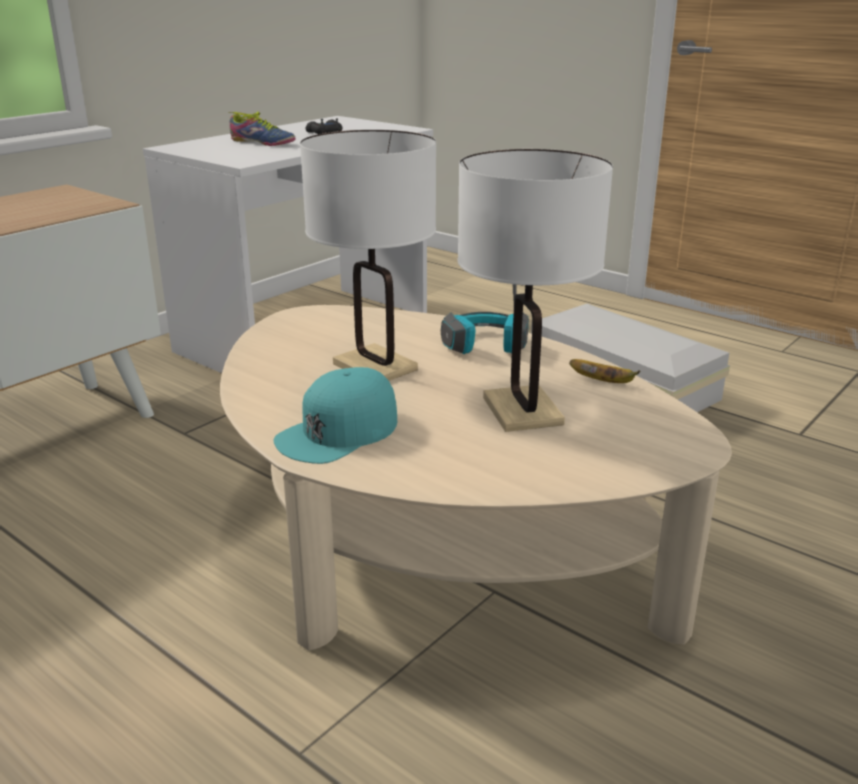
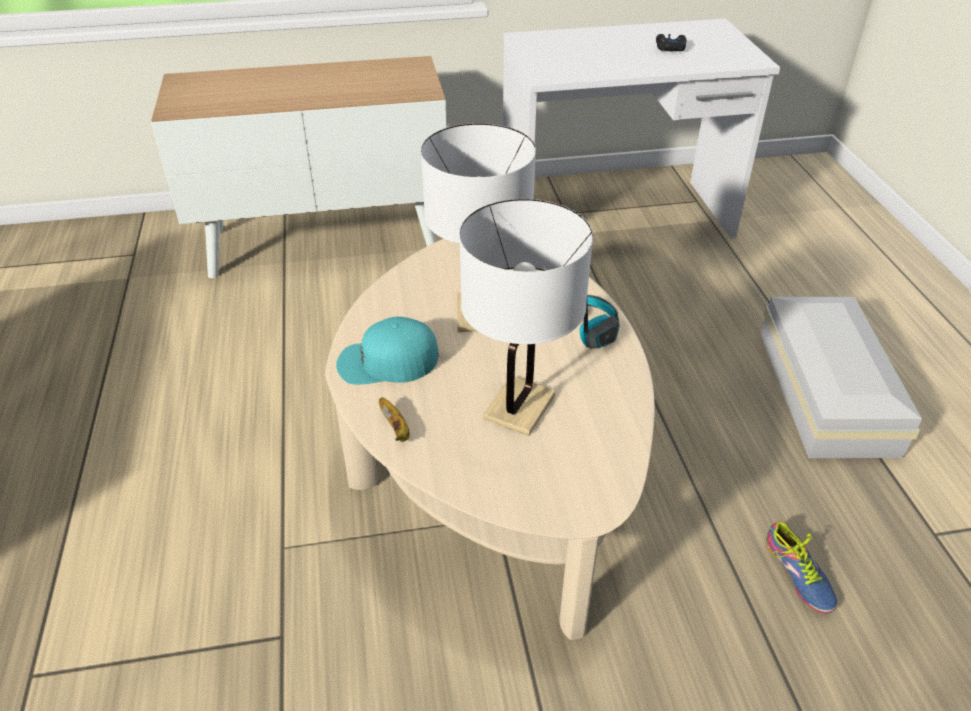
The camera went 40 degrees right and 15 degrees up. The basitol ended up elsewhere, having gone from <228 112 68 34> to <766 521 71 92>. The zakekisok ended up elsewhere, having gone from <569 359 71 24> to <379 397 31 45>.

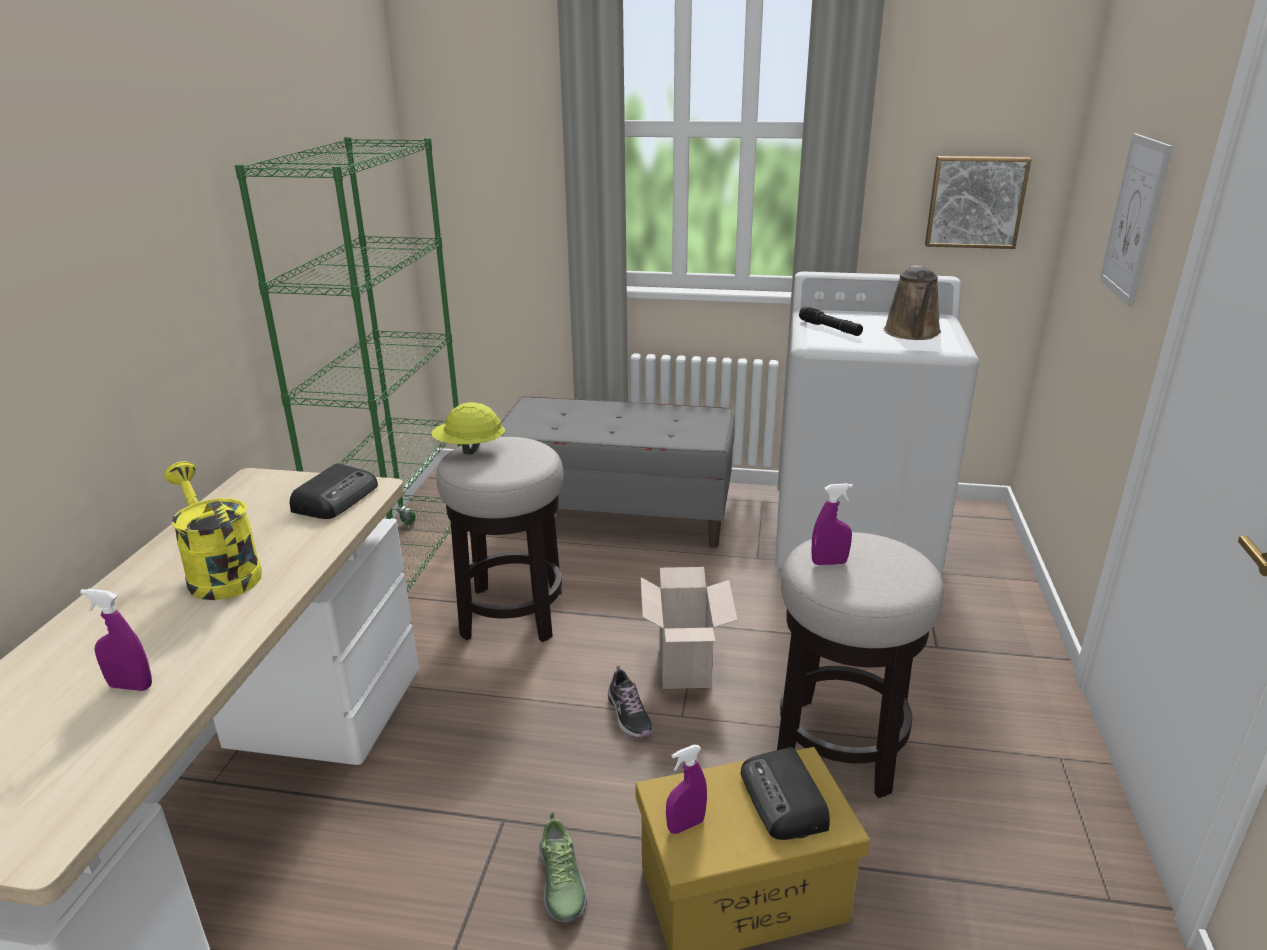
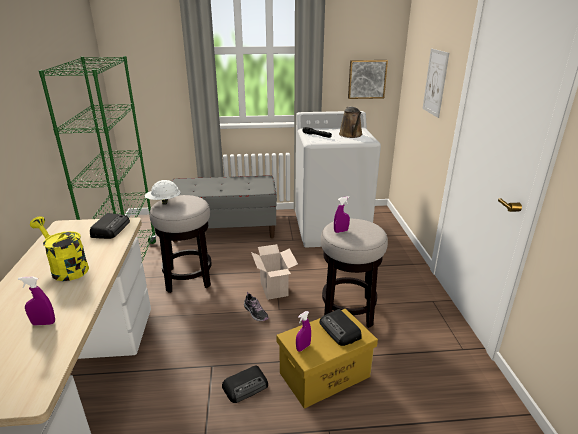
The camera went 15 degrees left and 0 degrees up. What was the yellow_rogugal at <431 402 74 53> turned into the white_rogugal at <145 180 36 25>. Where the basitol stood at <539 813 48 109>, the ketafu came to stand at <222 366 46 37>.

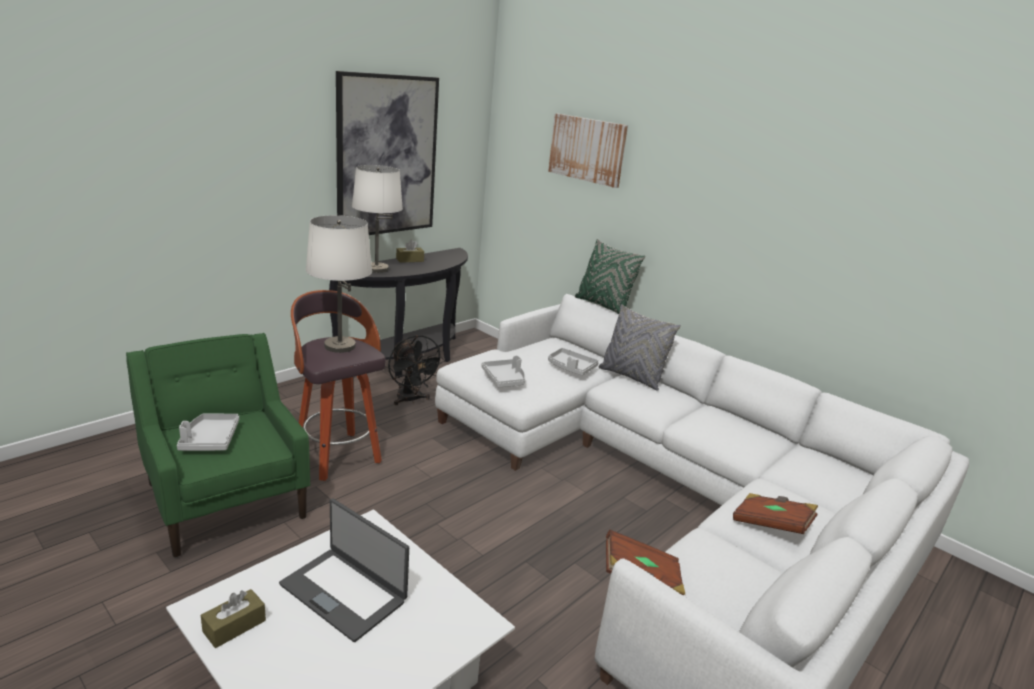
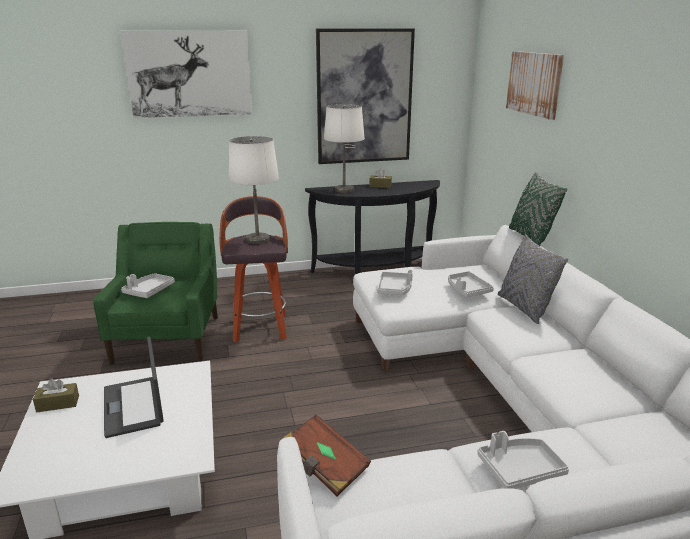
The camera went 35 degrees right and 0 degrees up. The second view lost the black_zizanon at <388 335 57 70>. Where the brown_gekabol stood at <733 493 85 41>, the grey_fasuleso came to stand at <477 431 92 58>. The second view gained the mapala at <121 31 131 87>.

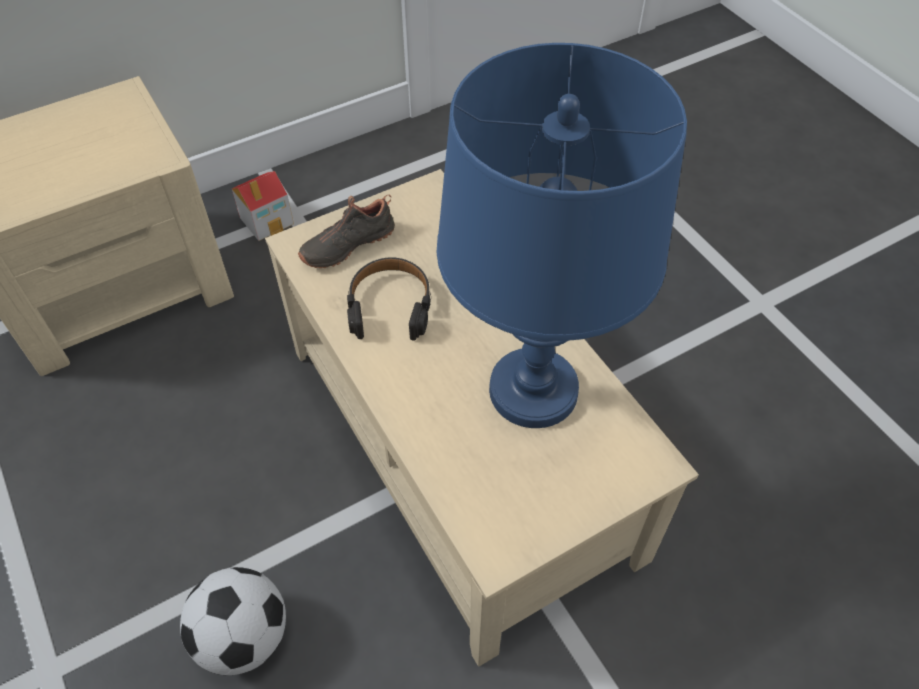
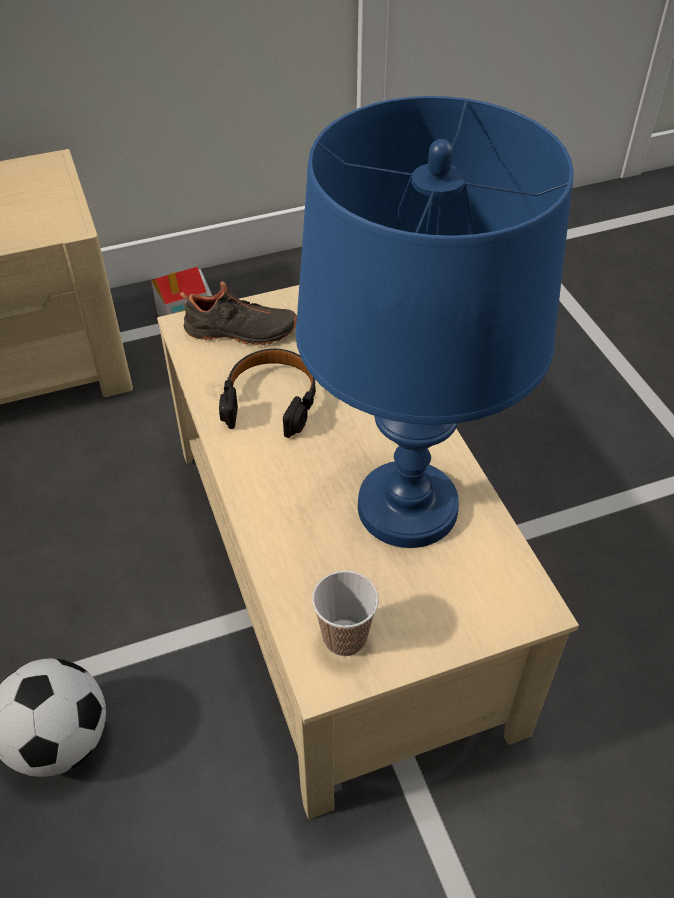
The camera went 10 degrees right and 5 degrees down. The black_basitol at <298 195 97 73> ended up facing another way, 150 degrees counterclockwise from before. The second view gained the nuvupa at <312 571 67 85>.

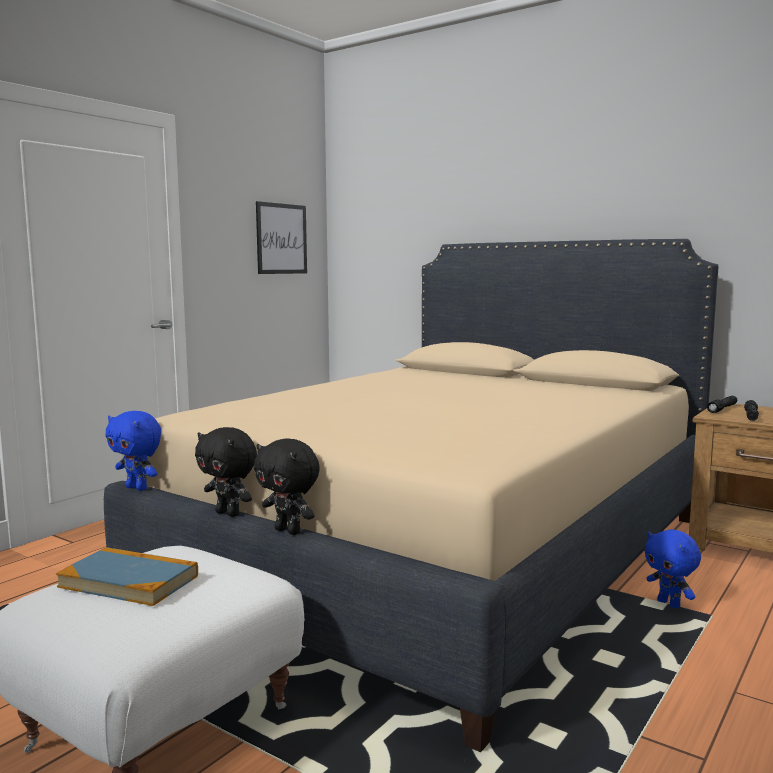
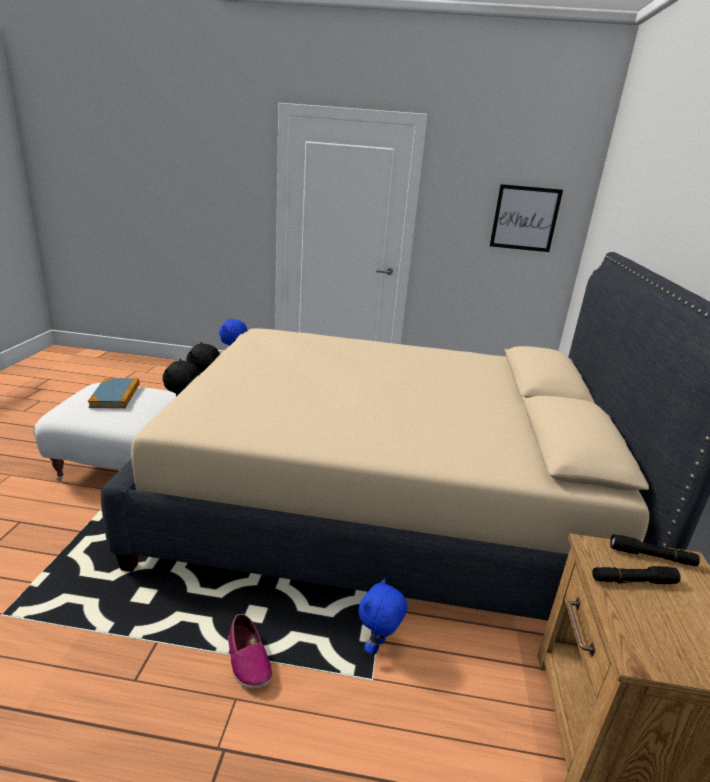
The camera went 60 degrees right and 15 degrees up. The second view gained the basitol at <228 614 44 75>.

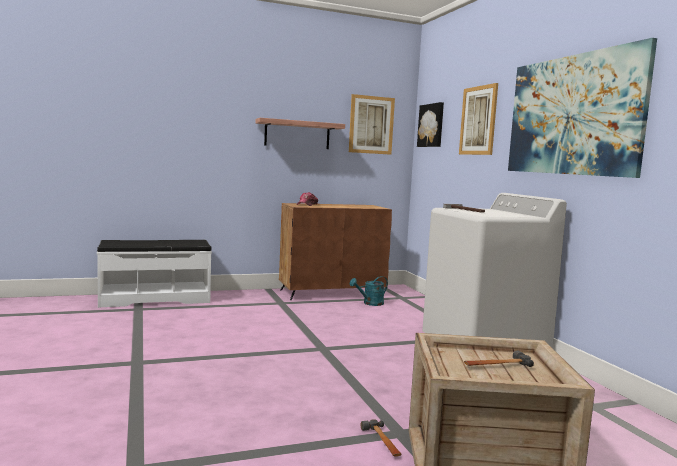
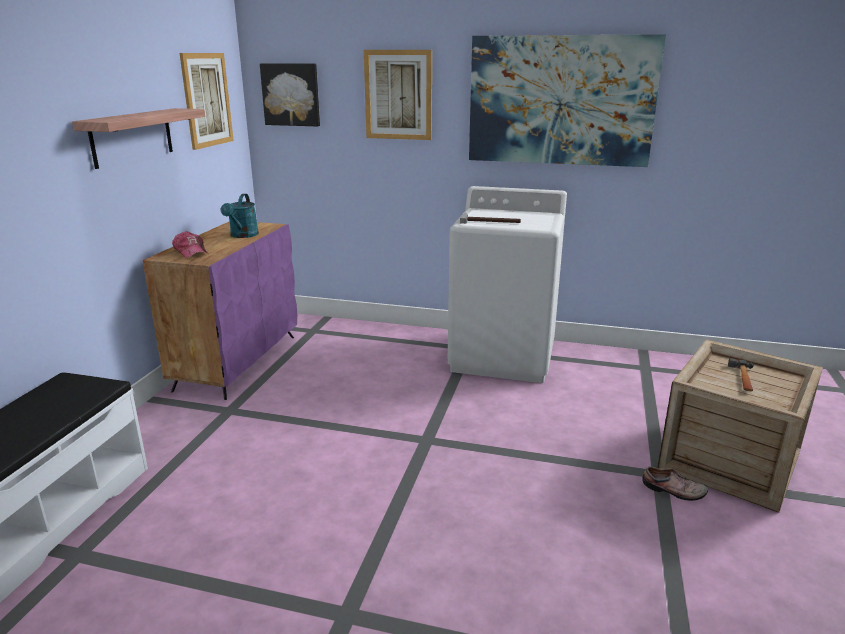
The camera went 55 degrees left and 15 degrees up. What was the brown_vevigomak at <279 203 113 97> turned into the purple_vevigomak at <143 221 154 179>. The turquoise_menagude ended up elsewhere, having gone from <350 276 38 30> to <220 194 39 44>. Where the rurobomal stood at <361 419 41 38>, the basitol came to stand at <642 466 66 35>.

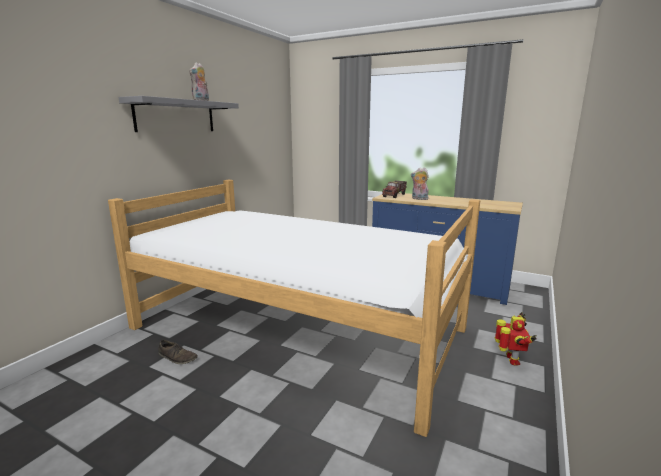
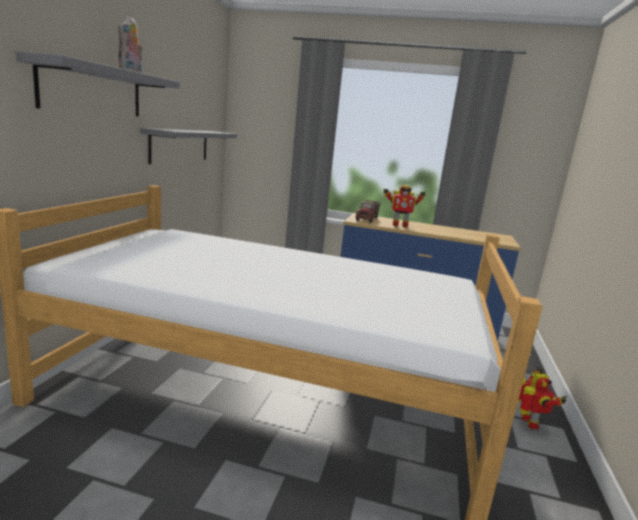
The camera went 15 degrees left and 0 degrees up. Where the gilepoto stood at <411 167 18 33>, the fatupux came to stand at <383 185 43 43>. The second view lost the brown_basitol at <158 340 40 24>. The second view gained the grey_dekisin at <140 128 97 36>.

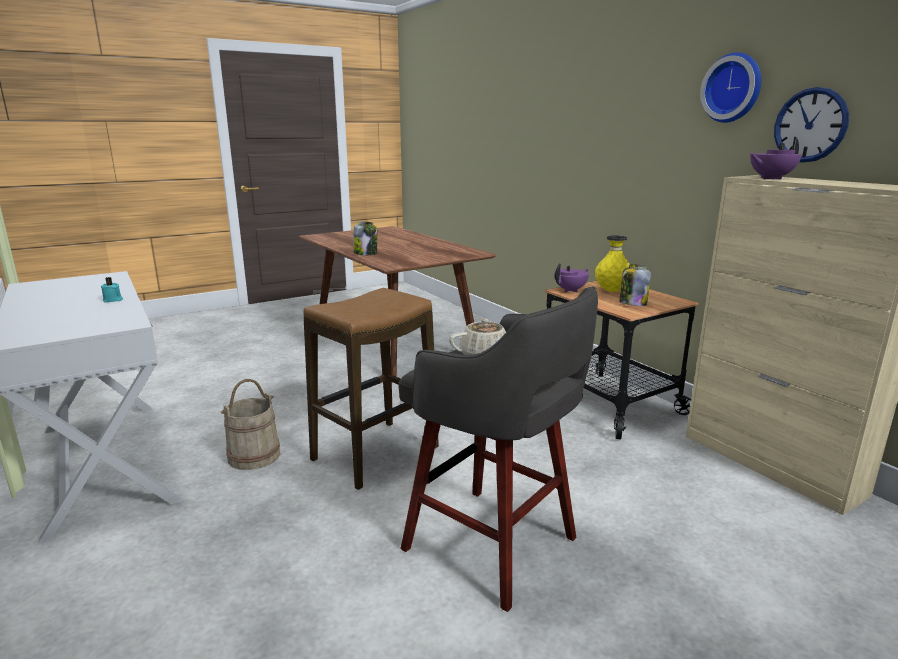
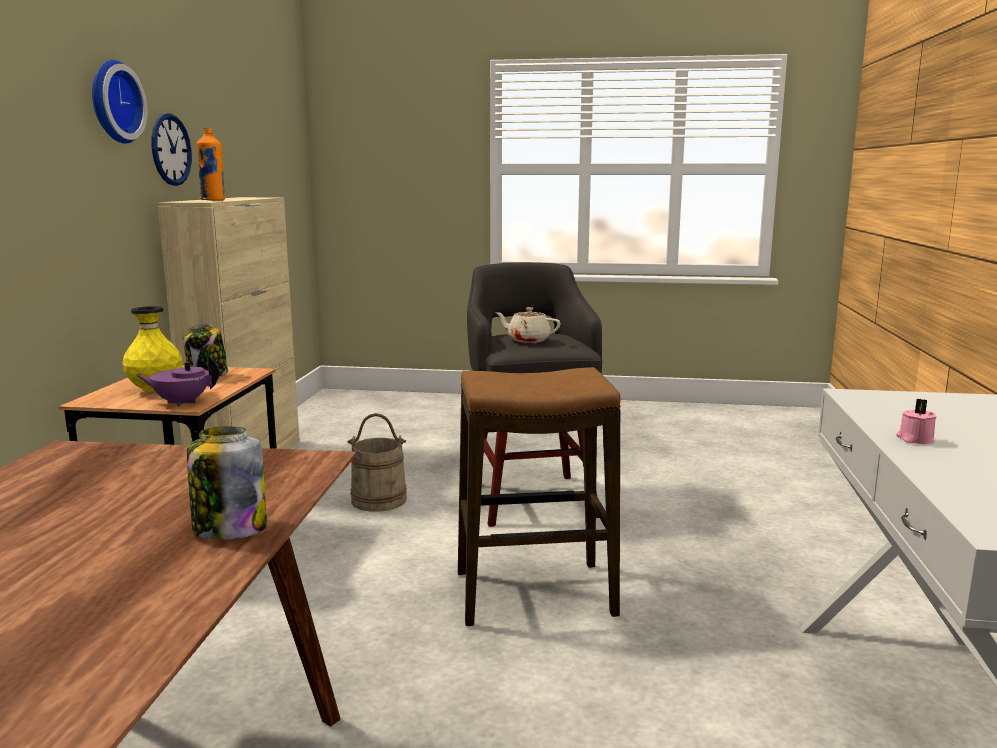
The camera went 140 degrees left and 5 degrees down. Where the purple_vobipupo stood at <750 137 52 43>, the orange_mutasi came to stand at <196 128 29 73>. What was the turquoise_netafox at <101 277 22 26> turned into the pink_netafox at <896 399 41 45>. The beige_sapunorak ended up elsewhere, having gone from <221 379 59 91> to <347 413 60 99>.

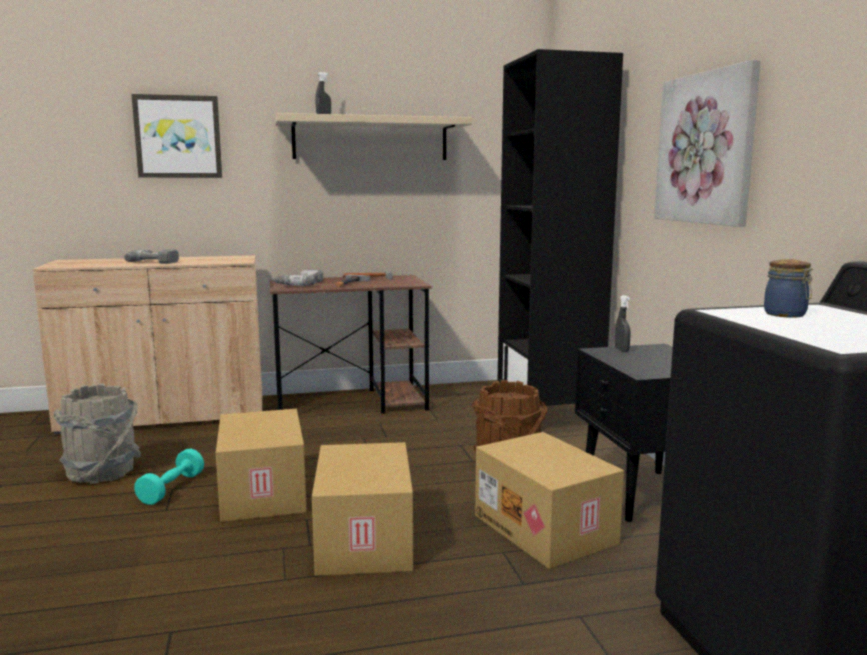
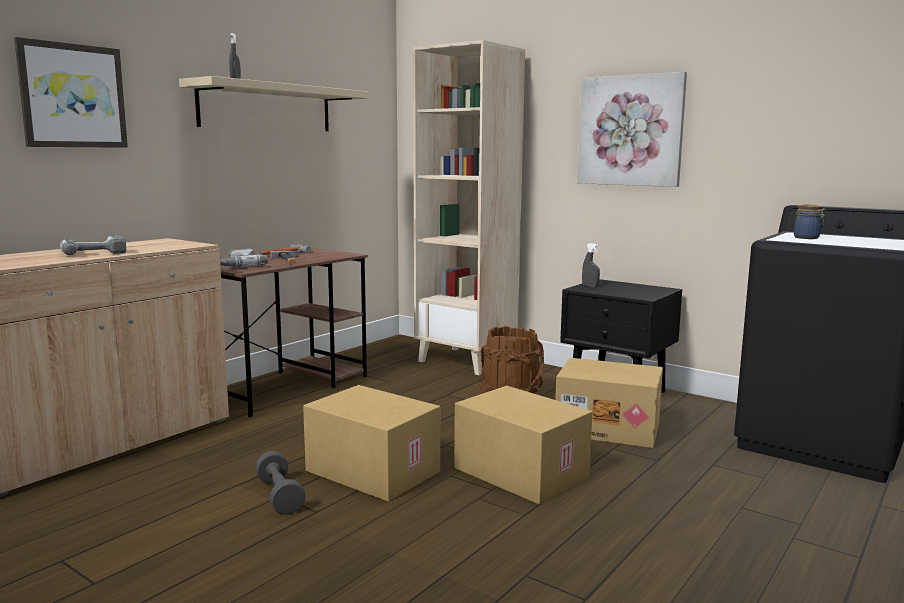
The camera went 40 degrees left and 0 degrees up. What was the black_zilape at <498 49 125 357> turned into the beige_zilape at <413 40 112 335>. The second view lost the grey_sapunorak at <53 383 88 101>. What was the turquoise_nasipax at <134 449 70 56> turned into the grey_nasipax at <255 451 51 64>.

